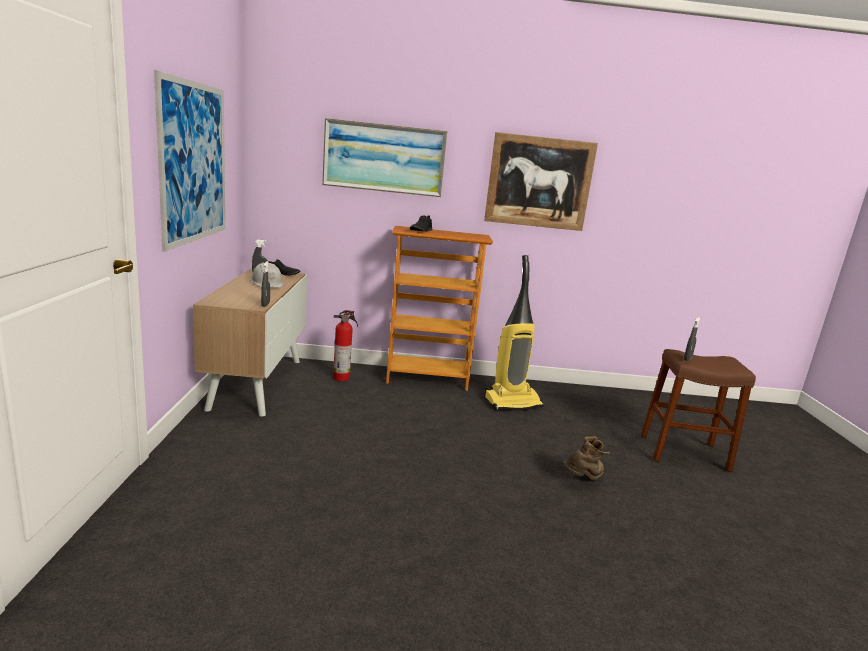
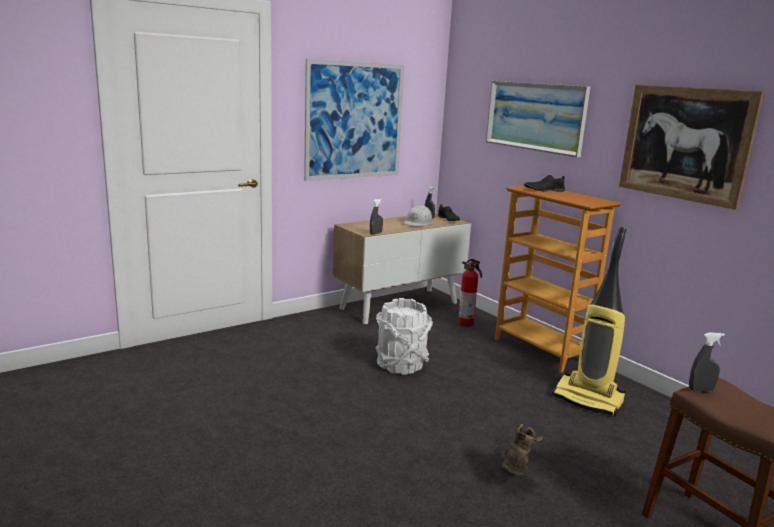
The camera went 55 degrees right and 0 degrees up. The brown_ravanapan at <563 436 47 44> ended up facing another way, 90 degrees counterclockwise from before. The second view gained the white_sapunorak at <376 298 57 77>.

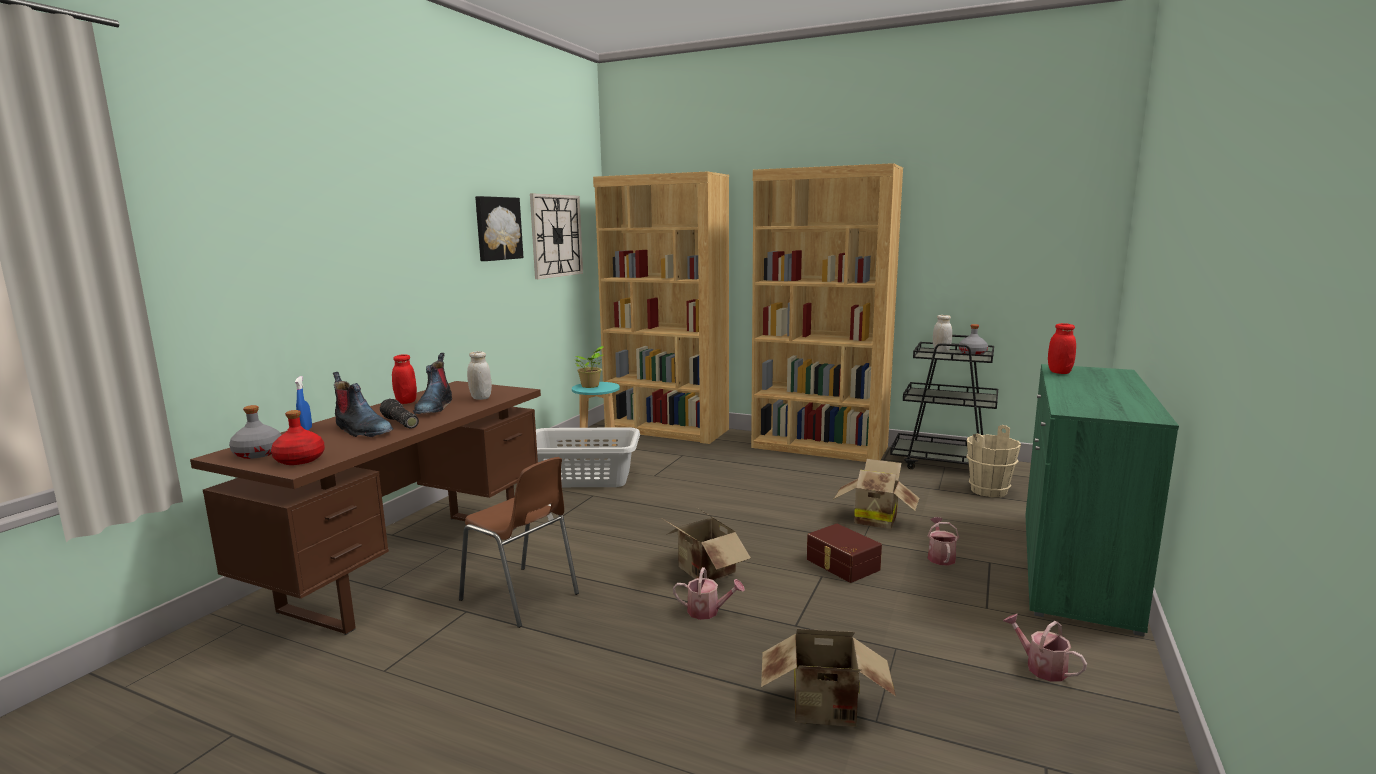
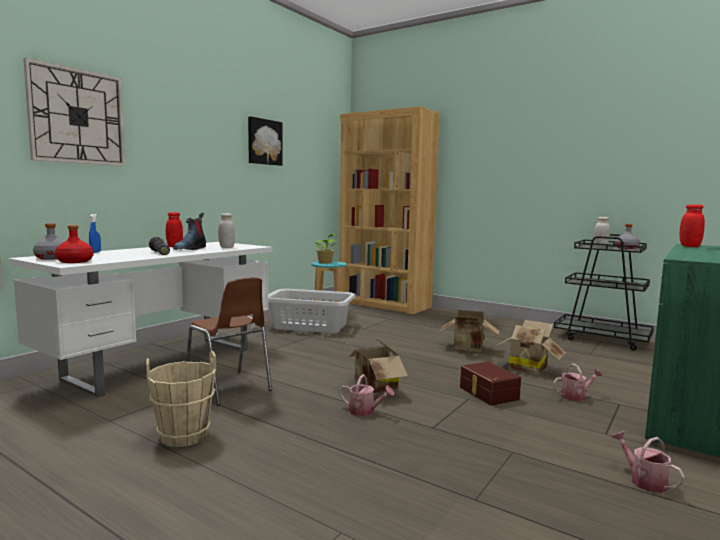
The camera went 10 degrees right and 5 degrees down. The second view lost the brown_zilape at <751 163 152 299>. The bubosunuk ended up elsewhere, having gone from <530 194 53 85> to <23 58 102 108>. The second view lost the ravanapan at <333 372 60 65>. What was the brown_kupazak at <190 381 351 254> turned into the white_kupazak at <9 242 263 155>. The beige_sapunorak ended up elsewhere, having gone from <966 425 55 73> to <146 351 70 96>. The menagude at <928 517 31 49> ended up facing another way, 60 degrees clockwise from before. The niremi ended up elsewhere, having gone from <761 629 135 98> to <439 310 61 42>.

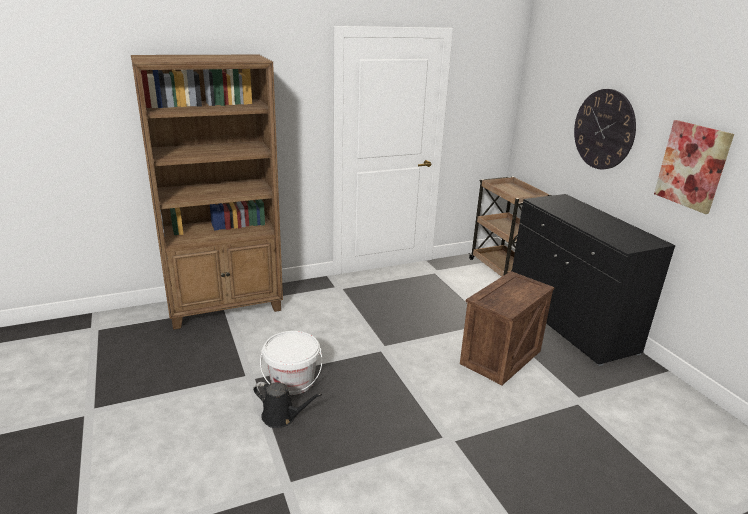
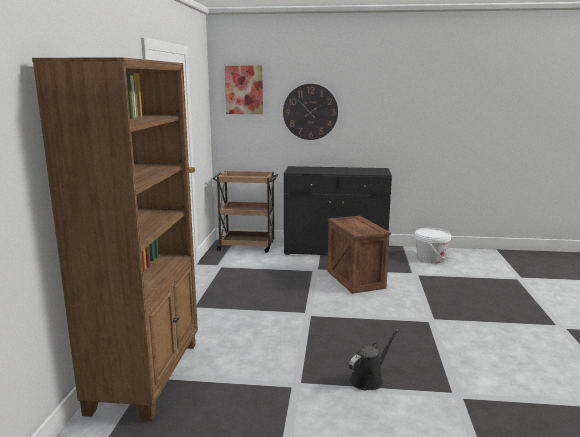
The camera went 60 degrees left and 10 degrees down. The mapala ended up elsewhere, having gone from <654 120 80 94> to <225 66 38 48>. The white_sapunorak ended up elsewhere, having gone from <260 331 62 64> to <414 228 37 35>.

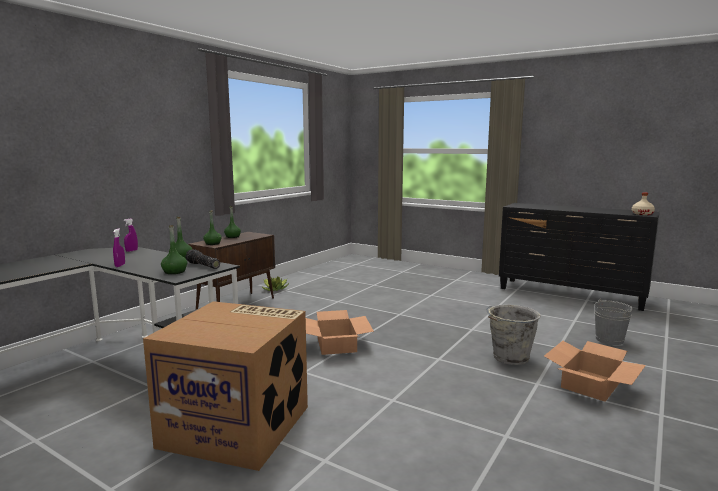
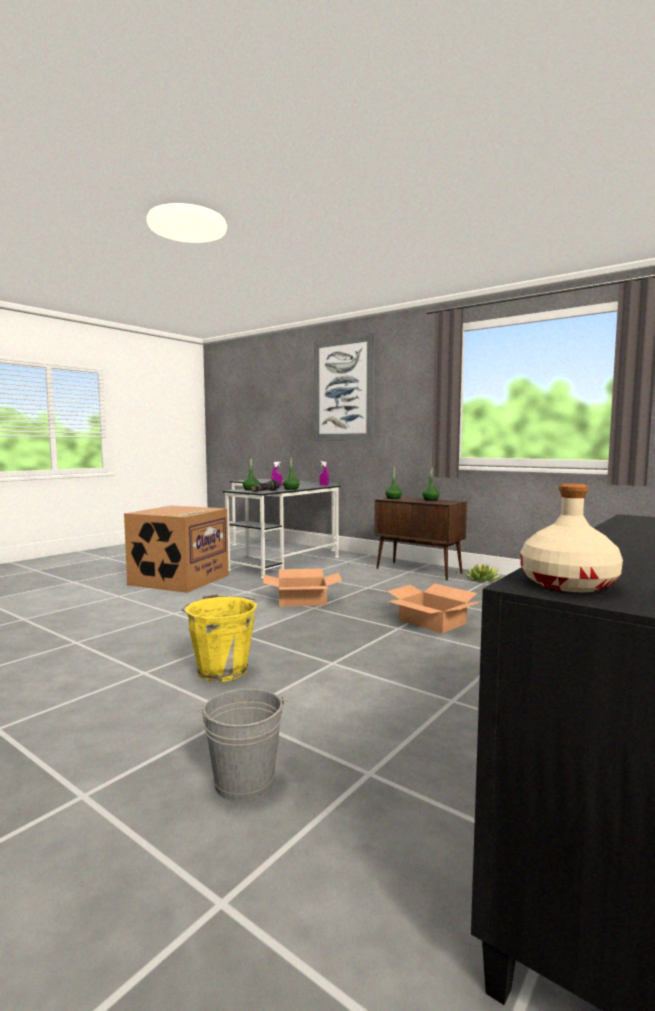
The camera went 95 degrees right and 5 degrees down. What was the grey_sapunorak at <486 305 55 60> turned into the yellow_sapunorak at <181 594 76 88>. The niremi ended up elsewhere, having gone from <544 341 102 61> to <387 583 95 50>. The second view gained the mapala at <314 333 61 108>.

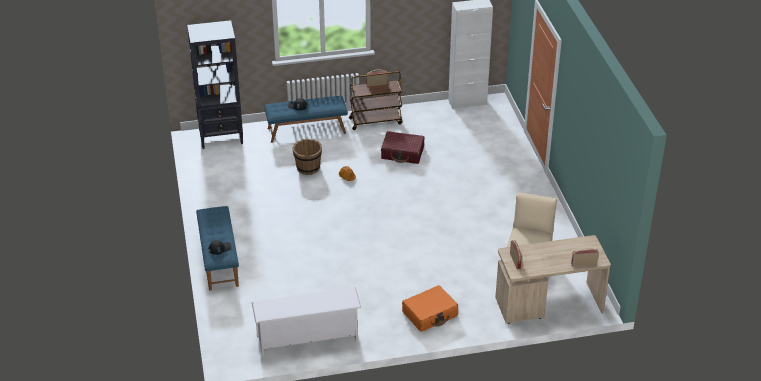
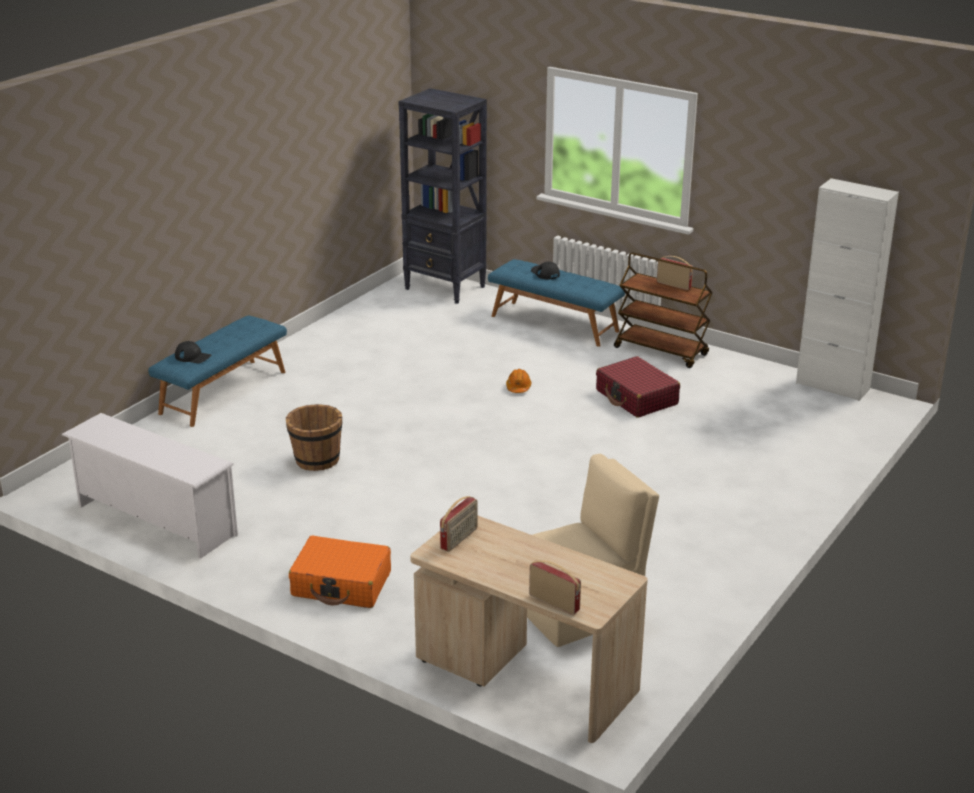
The camera went 45 degrees right and 10 degrees down. The brown_sapunorak ended up elsewhere, having gone from <292 139 30 36> to <286 404 56 67>.

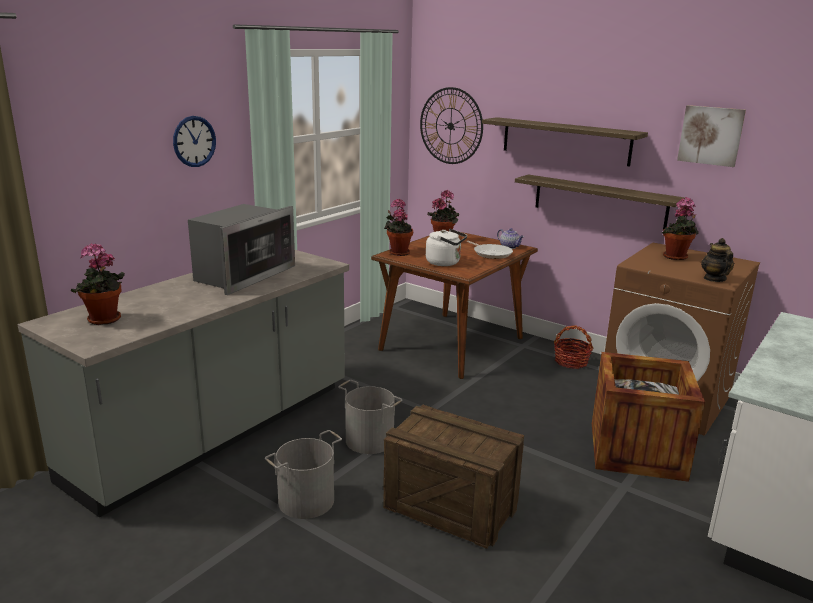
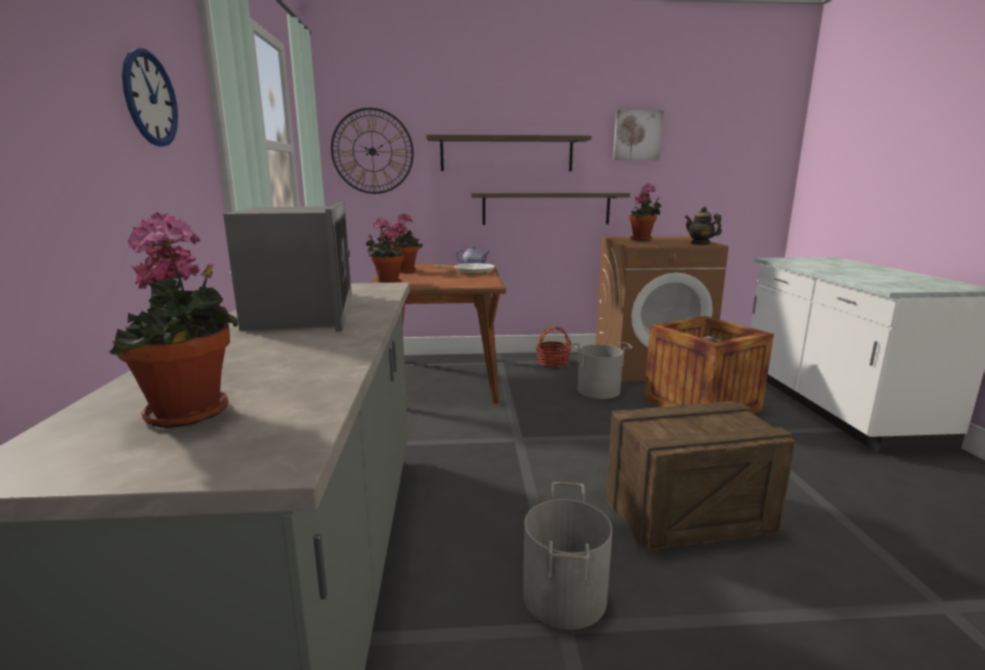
The camera went 40 degrees left and 5 degrees down. The second view lost the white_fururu at <426 229 41 37>. The grey_sapunorak ended up elsewhere, having gone from <338 380 65 74> to <570 342 63 57>.

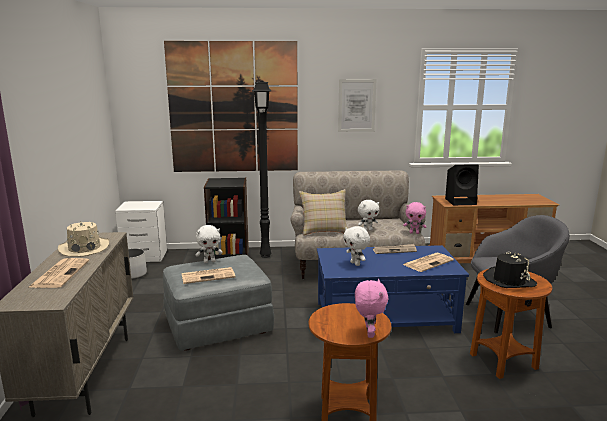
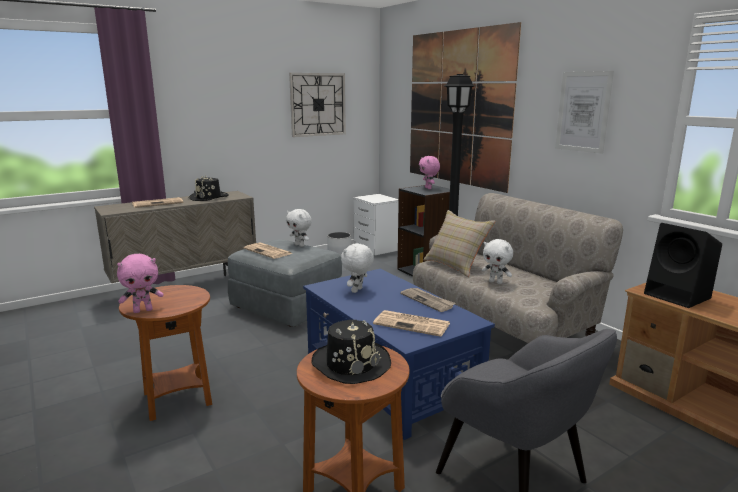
The camera went 60 degrees right and 0 degrees up. The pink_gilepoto ended up elsewhere, having gone from <403 202 23 32> to <419 156 21 33>. What was the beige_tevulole at <58 222 51 35> turned into the black_tevulole at <189 175 40 26>. The second view gained the bubosunuk at <289 73 57 64>.

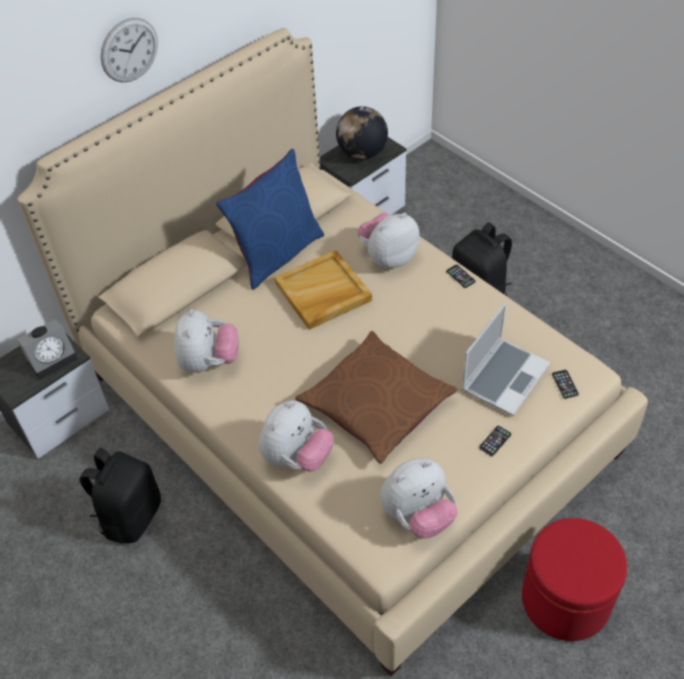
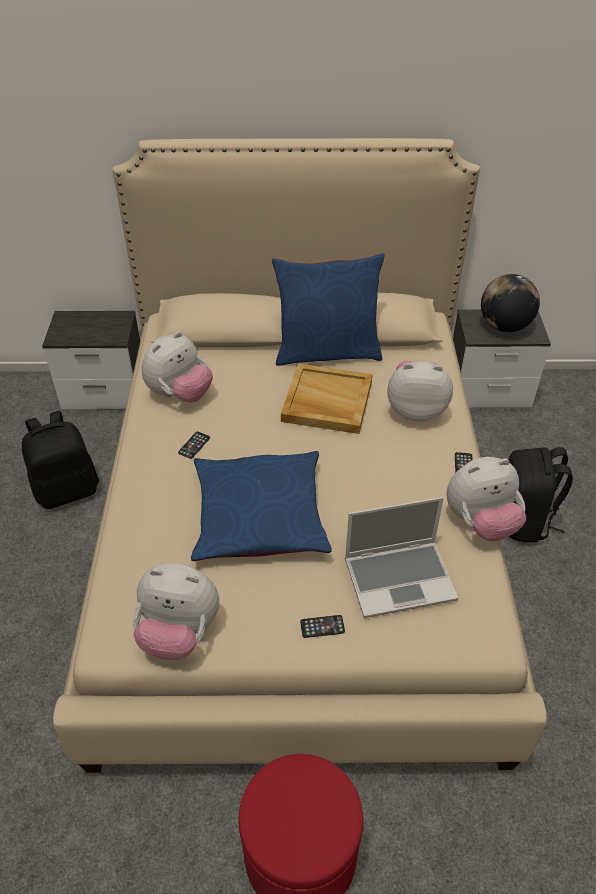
The camera went 40 degrees right and 5 degrees down. The second view lost the bubosunuk at <100 18 58 65>. The second view lost the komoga at <17 319 61 61>. What was the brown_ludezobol at <295 331 162 133> turned into the blue_ludezobol at <191 451 141 110>. The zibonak ended up elsewhere, having gone from <552 370 27 29> to <178 432 32 27>. The gilepoto ended up elsewhere, having gone from <259 400 75 72> to <446 457 80 84>.

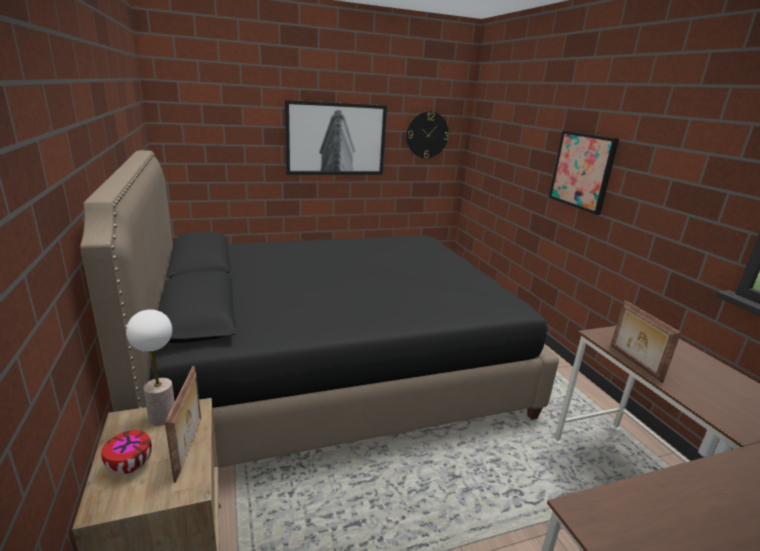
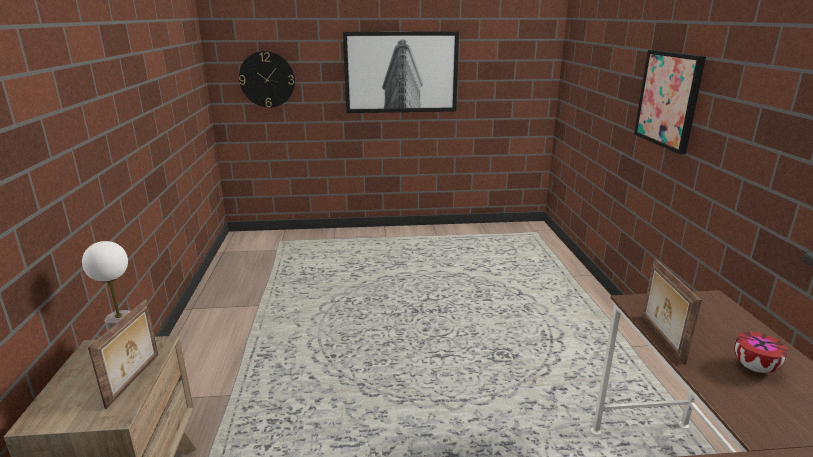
The camera went 15 degrees right and 0 degrees up. The bubosunuk ended up elsewhere, having gone from <406 111 43 47> to <239 51 56 57>. The second view lost the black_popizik at <80 150 479 318>. The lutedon ended up elsewhere, having gone from <101 430 51 44> to <734 332 54 41>.

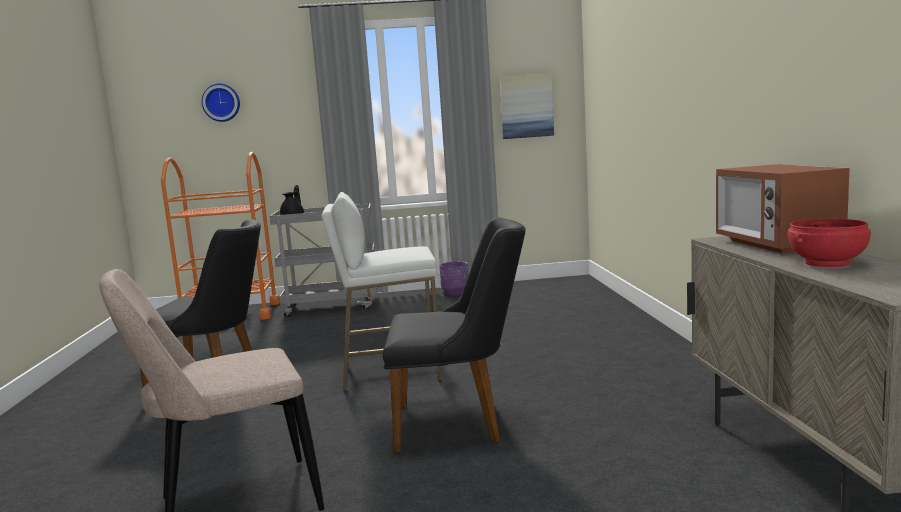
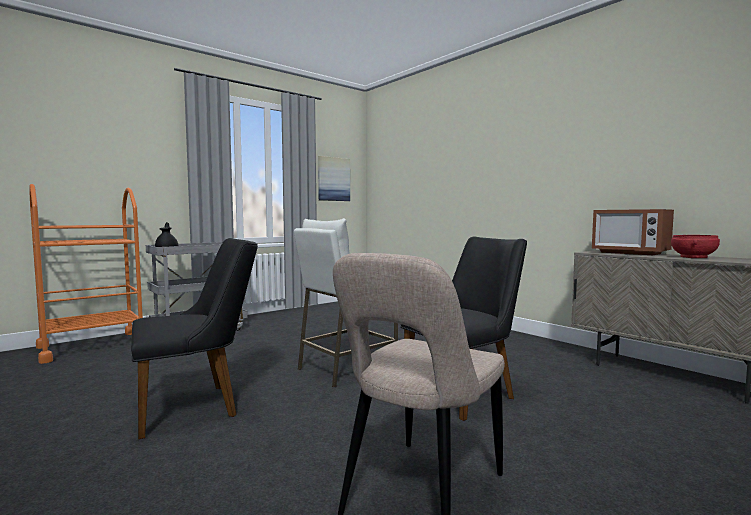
The camera went 35 degrees left and 5 degrees down. The second view lost the bubosunuk at <202 84 38 38>. The second view lost the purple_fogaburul at <440 261 29 34>.

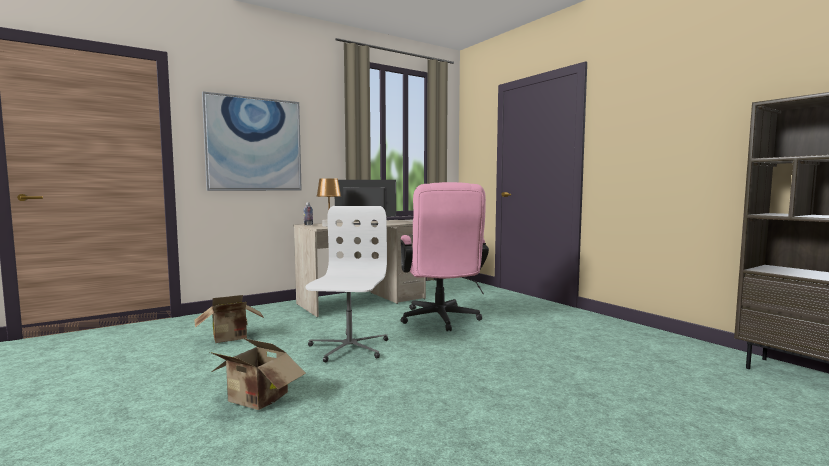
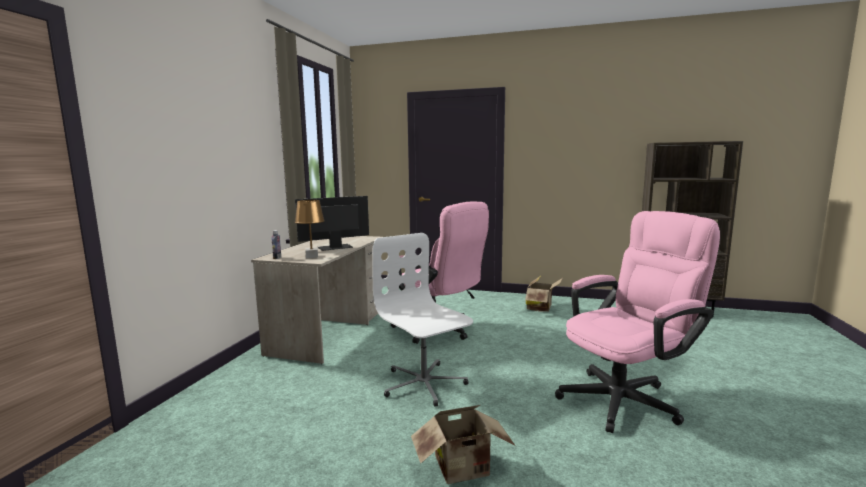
The camera went 40 degrees left and 5 degrees up. The second view lost the mapala at <202 92 100 99>. The niremi ended up elsewhere, having gone from <194 295 71 48> to <525 277 38 35>. The second view gained the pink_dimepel at <555 211 165 222>.

